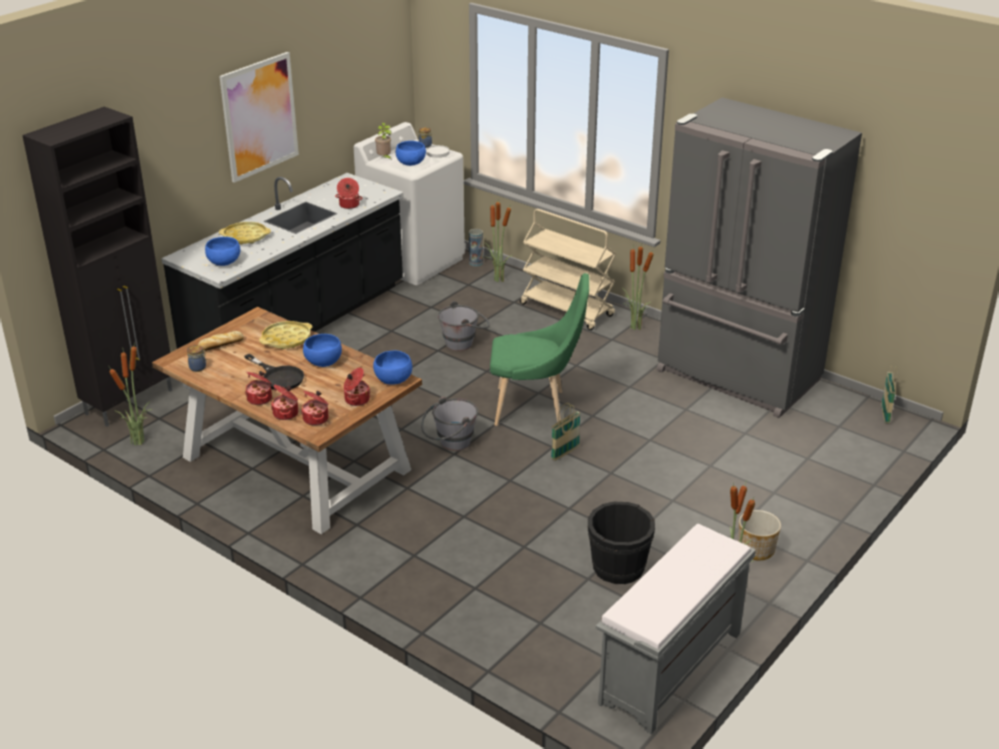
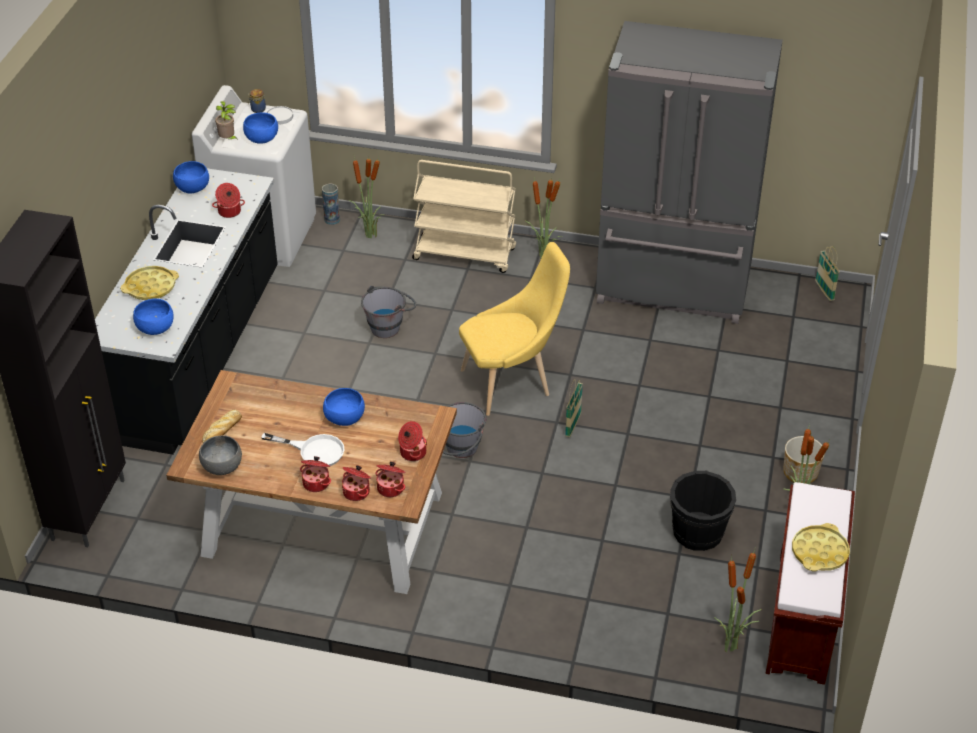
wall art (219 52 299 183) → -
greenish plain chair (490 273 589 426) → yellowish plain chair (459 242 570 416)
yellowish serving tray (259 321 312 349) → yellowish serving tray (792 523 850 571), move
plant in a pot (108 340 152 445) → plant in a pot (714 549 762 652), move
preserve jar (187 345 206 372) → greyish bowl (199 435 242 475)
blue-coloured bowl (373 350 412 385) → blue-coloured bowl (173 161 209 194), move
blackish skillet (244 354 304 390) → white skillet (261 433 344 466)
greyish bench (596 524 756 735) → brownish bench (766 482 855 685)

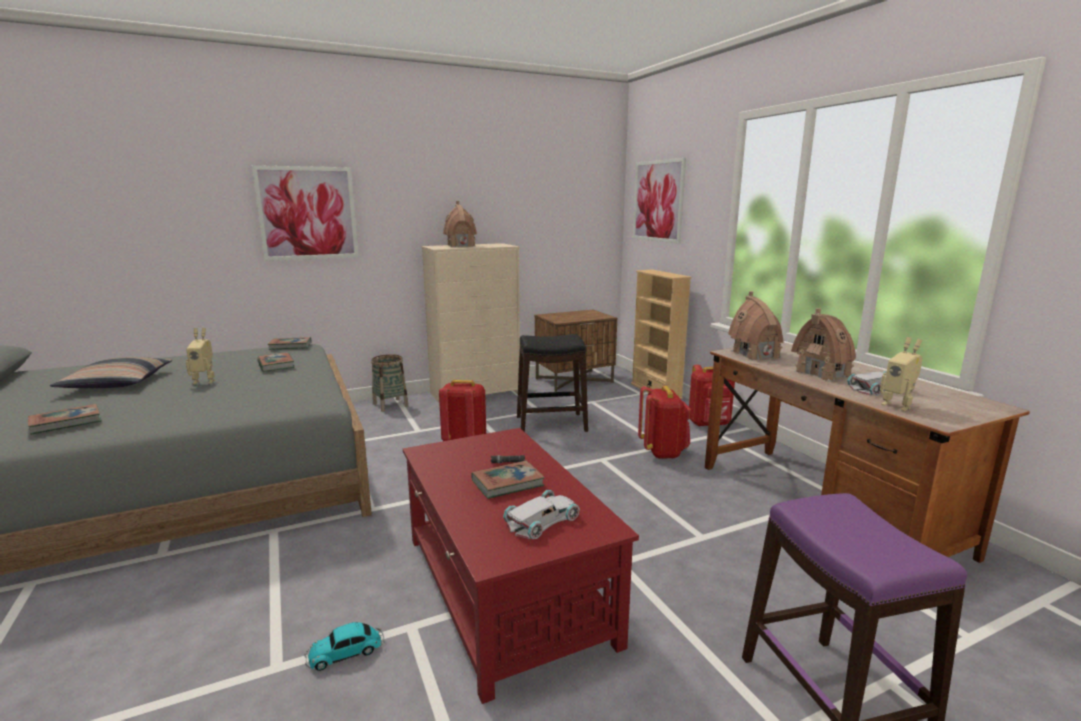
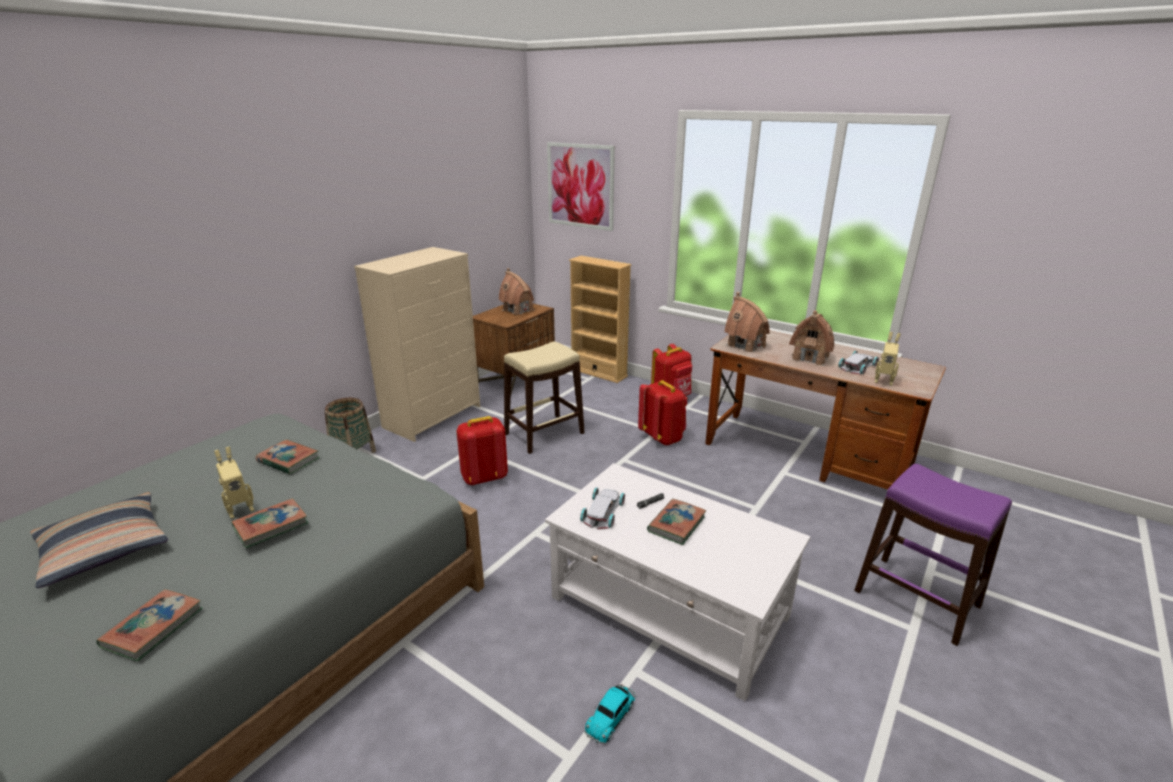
wall art (252 165 359 261) → -
model house (443 201 477 247) → model house (499 268 534 315), move
blackish stool (517 334 588 432) → beige stool (504 341 585 454)
book (268 337 311 350) → book (231 498 309 548), move
red coffee table (403 428 639 704) → white coffee table (545 463 811 701)
white miniature car (503 490 580 539) → white miniature car (580 487 625 529), move

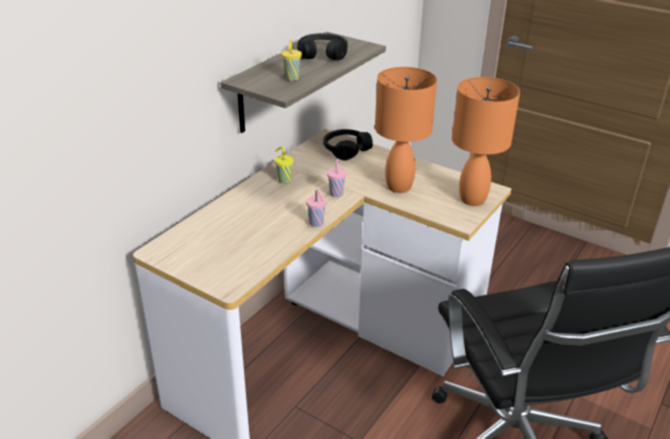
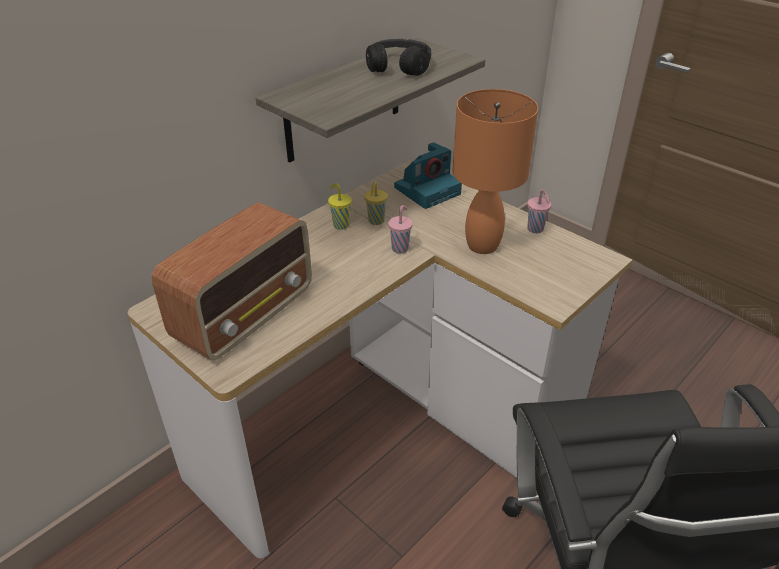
yellowish small cup (281 39 302 81) → yellowish small cup (364 182 388 225), move
orangey tabletop lamp (452 77 520 206) → -
blackish pair of headphones (323 129 373 160) → still camera (394 142 462 209)
pinkish small cup (306 189 327 227) → pinkish small cup (527 189 551 233), move
- → radio set (152 203 312 360)

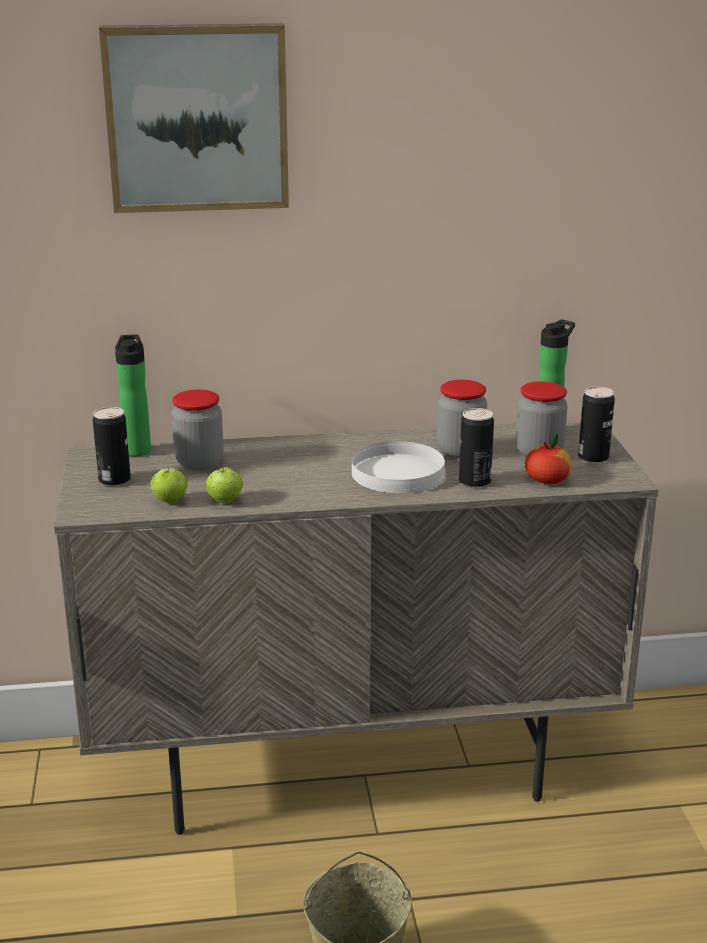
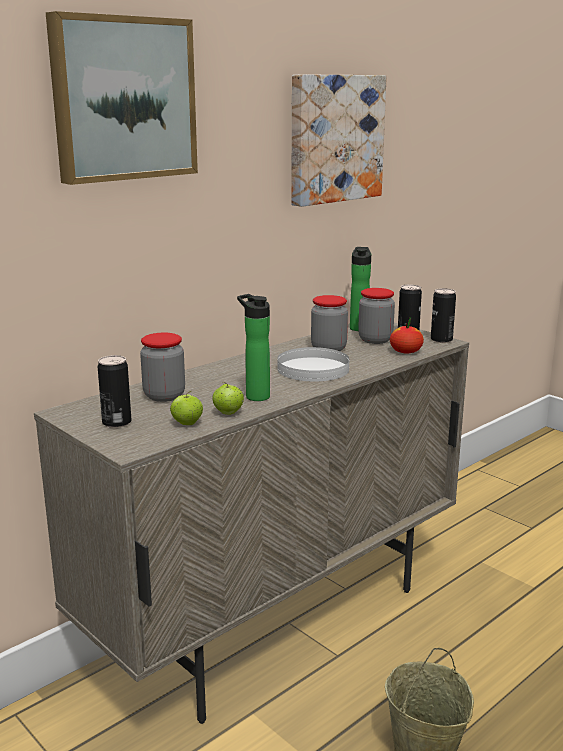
beverage bottle (115 334 151 456) → beverage bottle (237 294 270 401), move
metal can (459 408 494 488) → metal can (431 288 456 343), move
- → wall art (291 74 387 207)

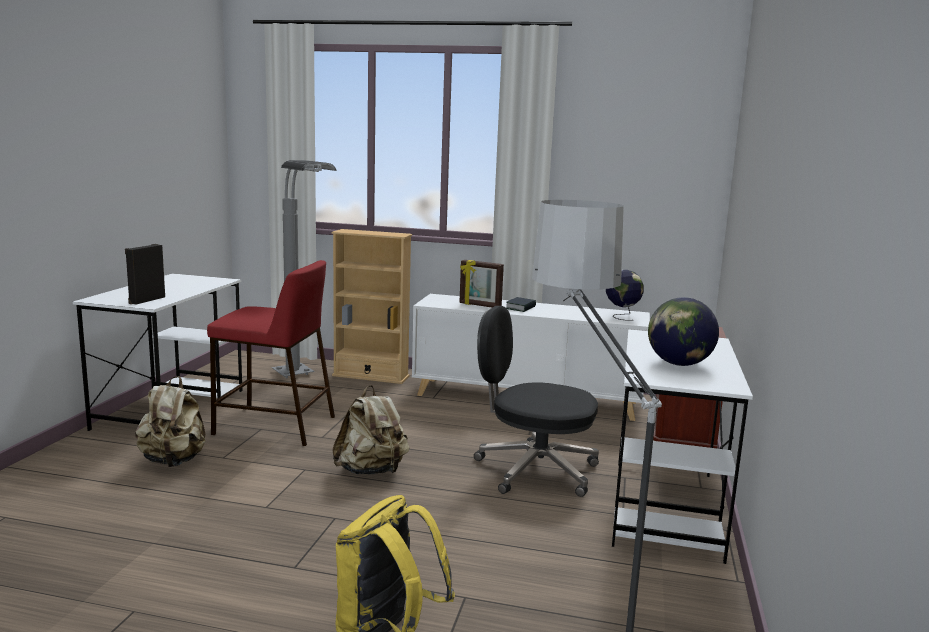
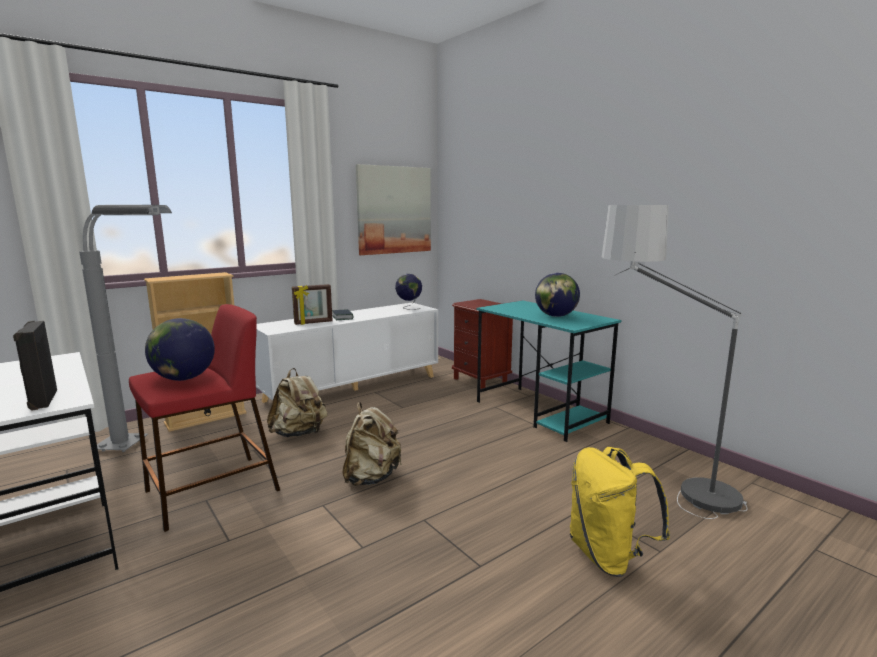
blackish office chair (474 306 599 497) → -
white desk table (612 329 753 564) → turquoise desk table (476 301 621 442)
beige rucksack (135 376 205 467) → beige rucksack (267 368 328 437), move
- → wall art (356 164 431 255)
- → globe (145 318 215 381)

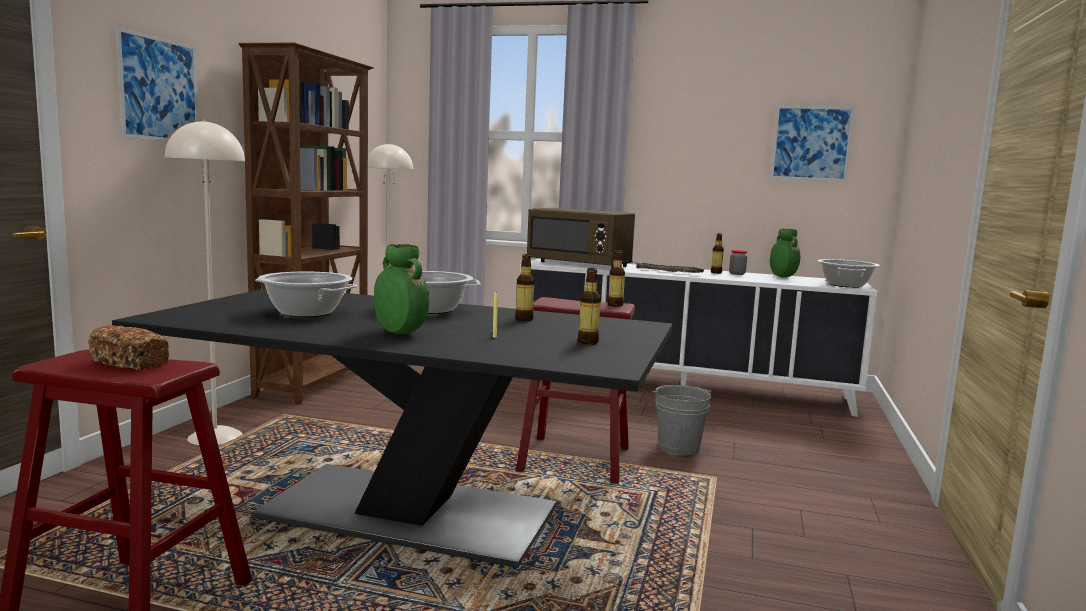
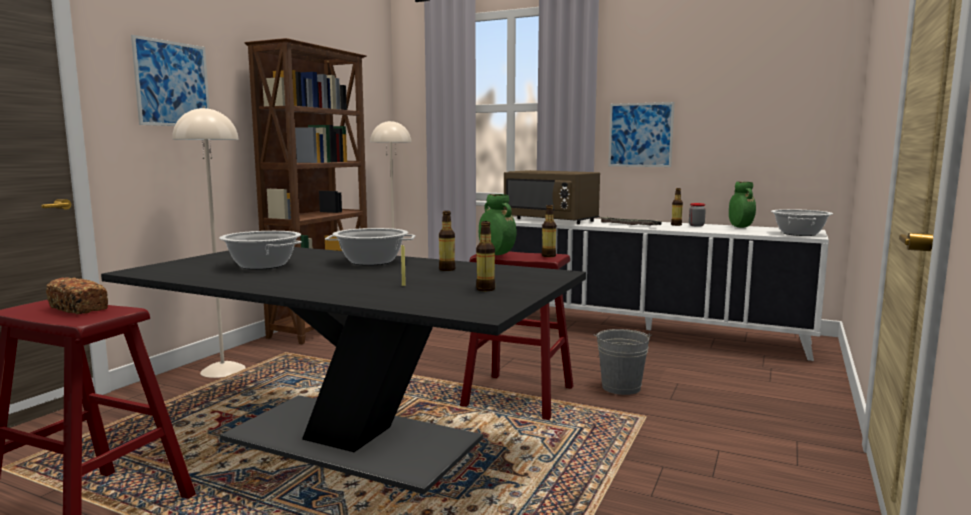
wall art (771 106 854 181) → wall art (608 102 674 167), move
greenish flower vase (374 244 429 334) → greenish flower vase (479 194 517 255), move

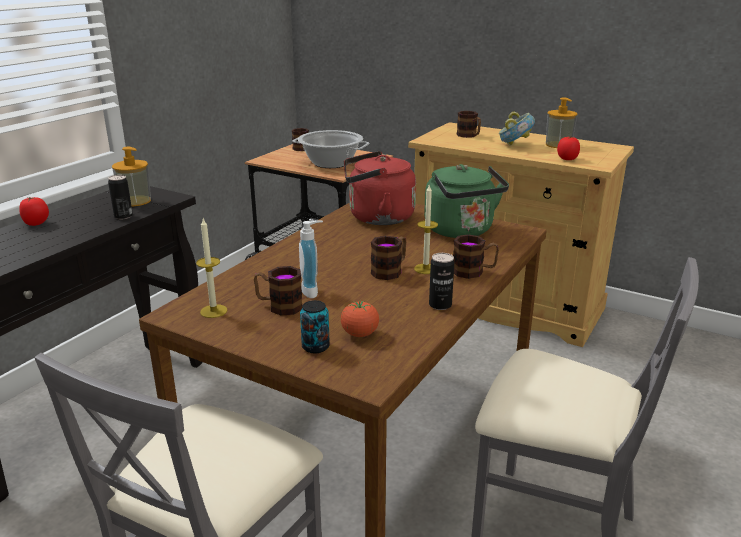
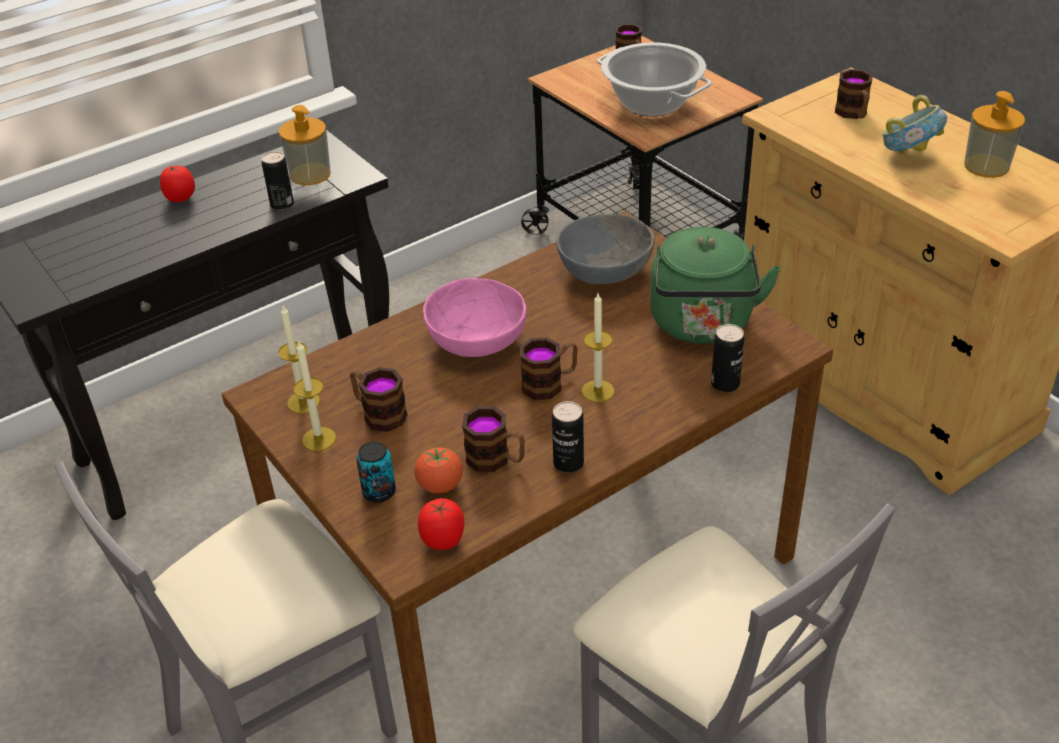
whole tomato (557 136 580 160) → whole tomato (418 498 464 550), move
red tea kettle (344 151 416 225) → greyish bowl (557 214 655 284)
soap dispenser (299 220 323 298) → -
tea mug (453 234 499 279) → tea mug (462 406 525 472), move
- → pinkish bowl (423 278 527 357)
- → metal can (711 324 745 392)
- → wax light (293 340 336 451)

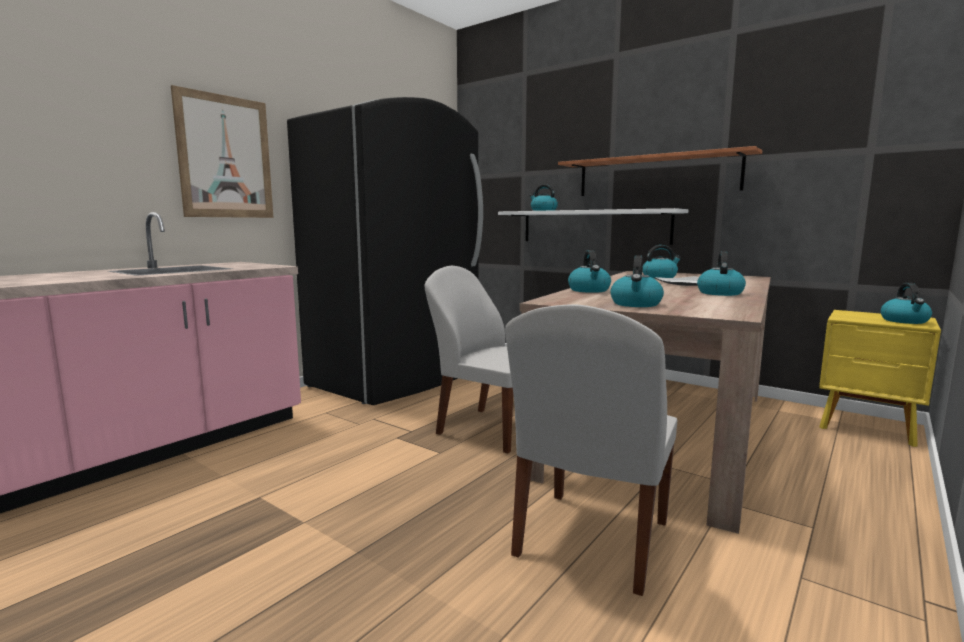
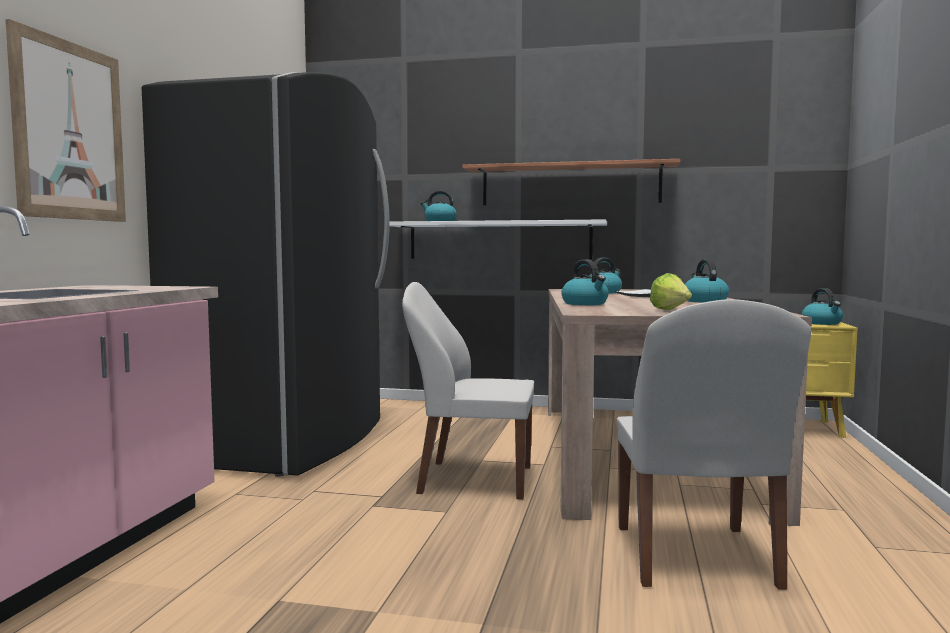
tea kettle (610 255 664 307) → lettuce head (650 273 692 310)

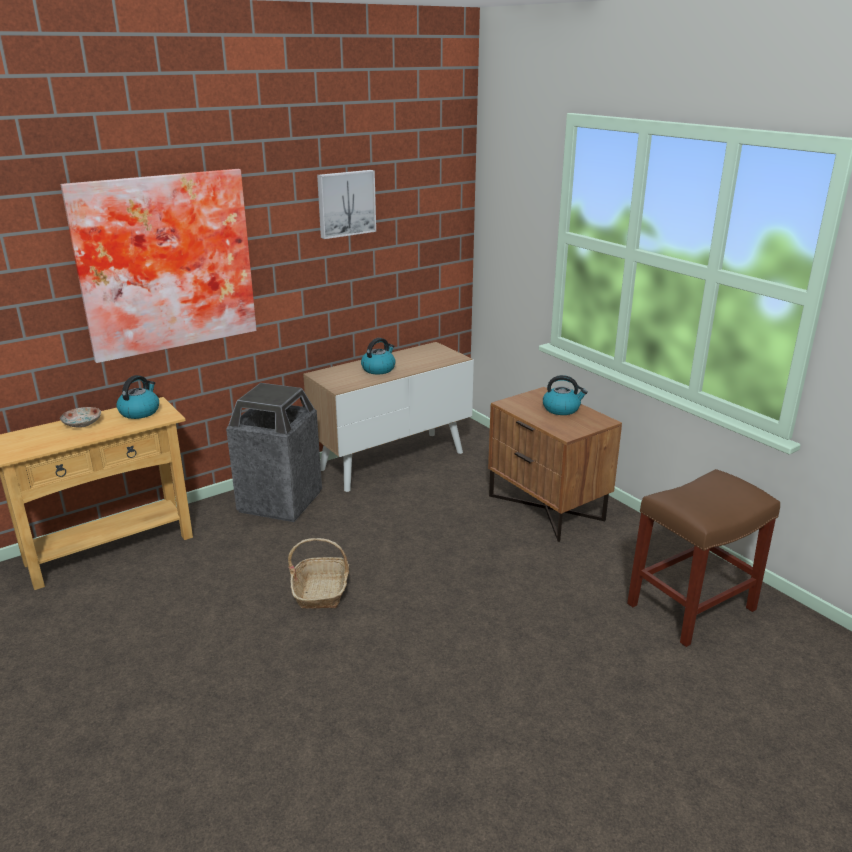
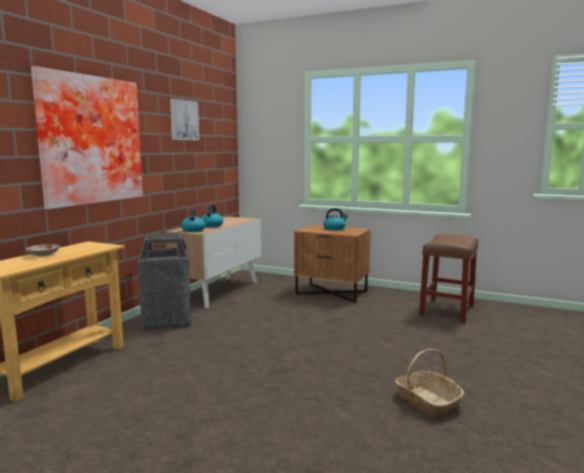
tea kettle (116 375 159 419) → tea kettle (181 208 206 232), move
basket (288 538 349 609) → basket (395 349 464 417), move

